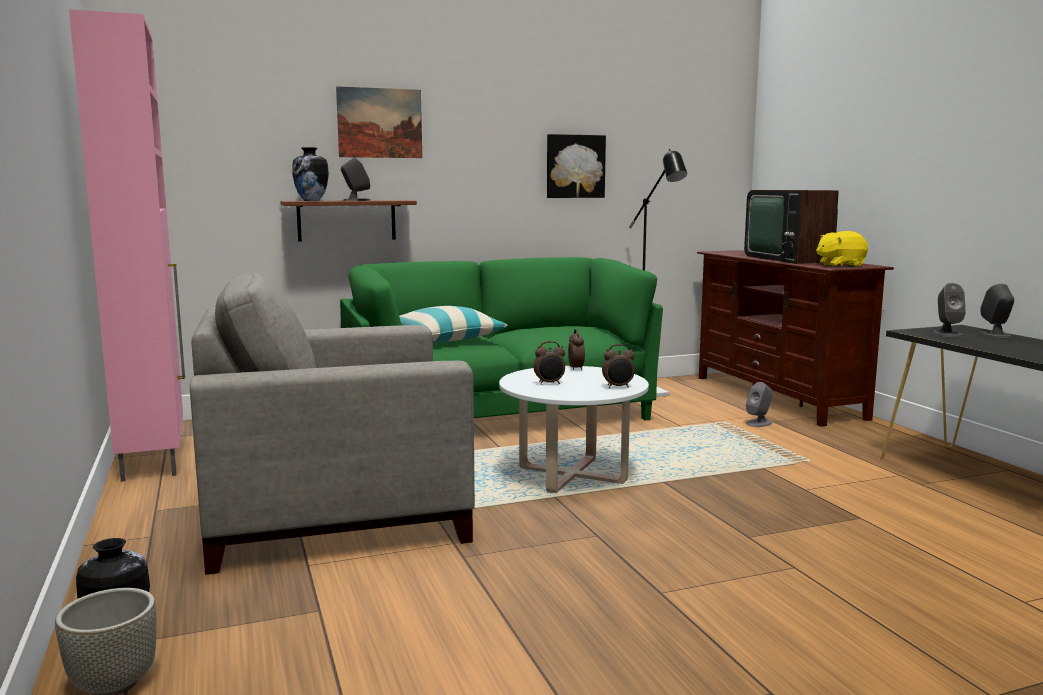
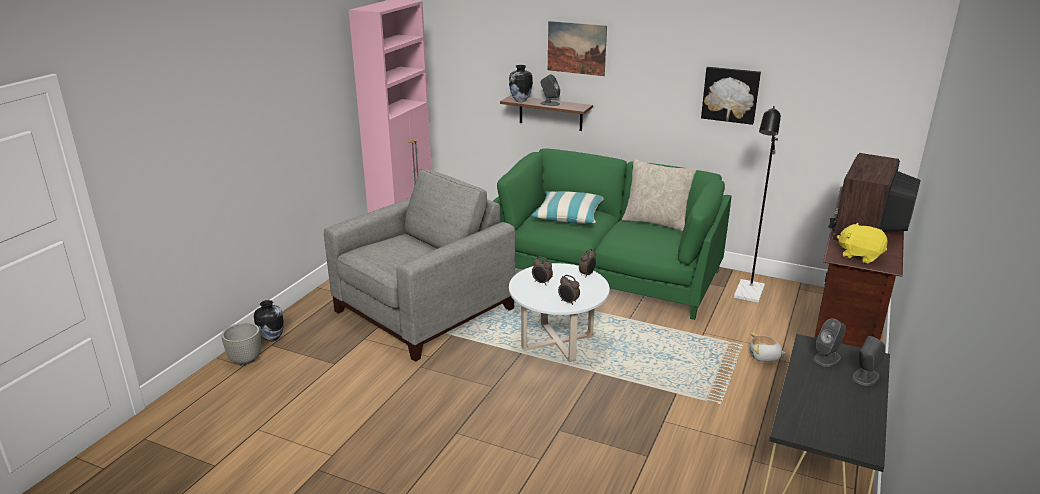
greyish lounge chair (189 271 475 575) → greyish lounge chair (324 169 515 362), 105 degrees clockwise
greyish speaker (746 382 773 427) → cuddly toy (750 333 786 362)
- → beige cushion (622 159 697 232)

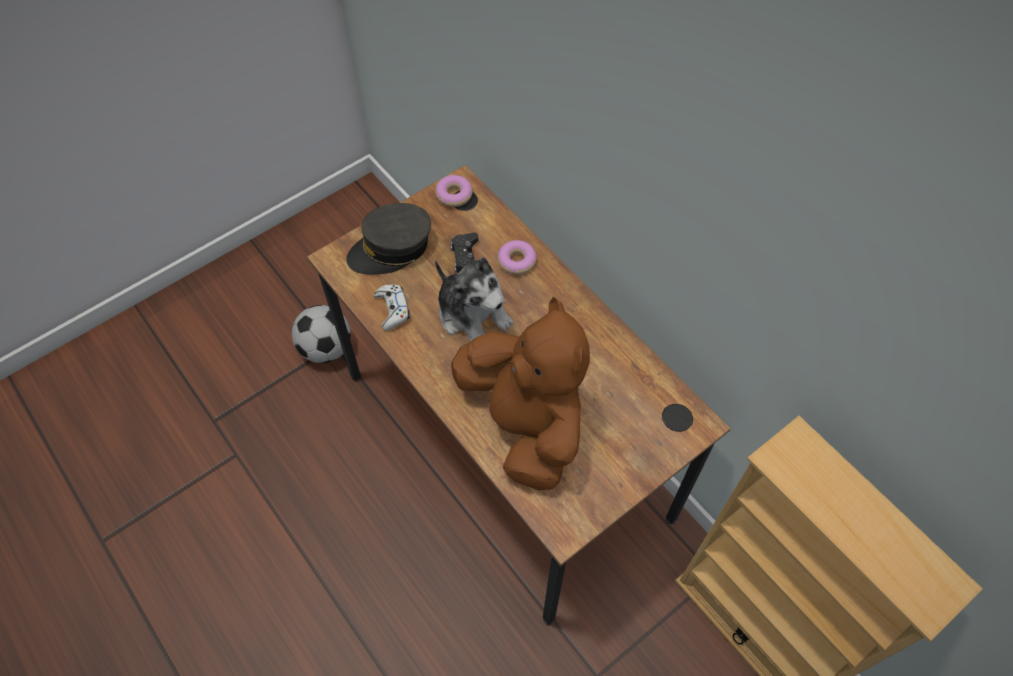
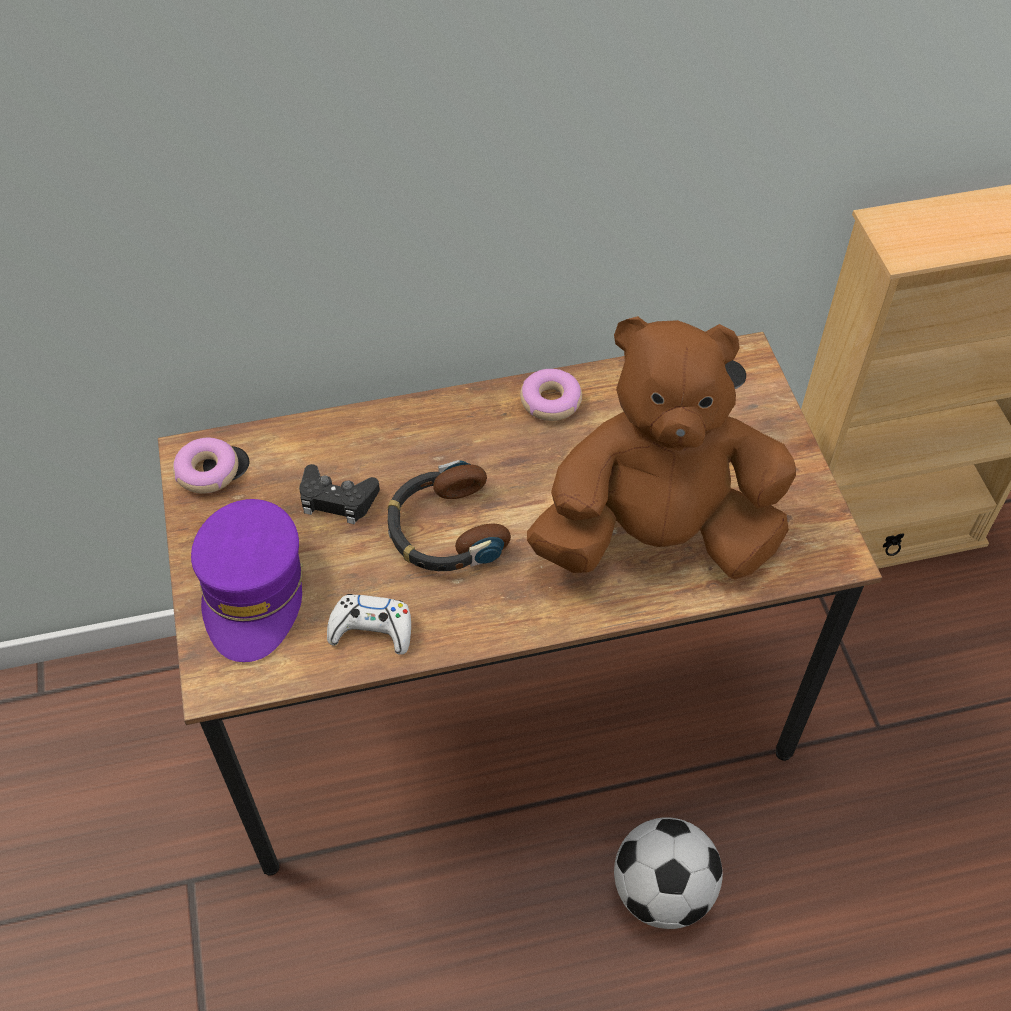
greyish cap (346 203 431 275) → purple cap (191 499 303 662)
doughnut (497 240 537 275) → doughnut (520 369 582 421), move
cuddly toy (435 257 514 341) → pair of headphones (388 460 511 571)
football (292 305 351 363) → football (614 817 723 929), move

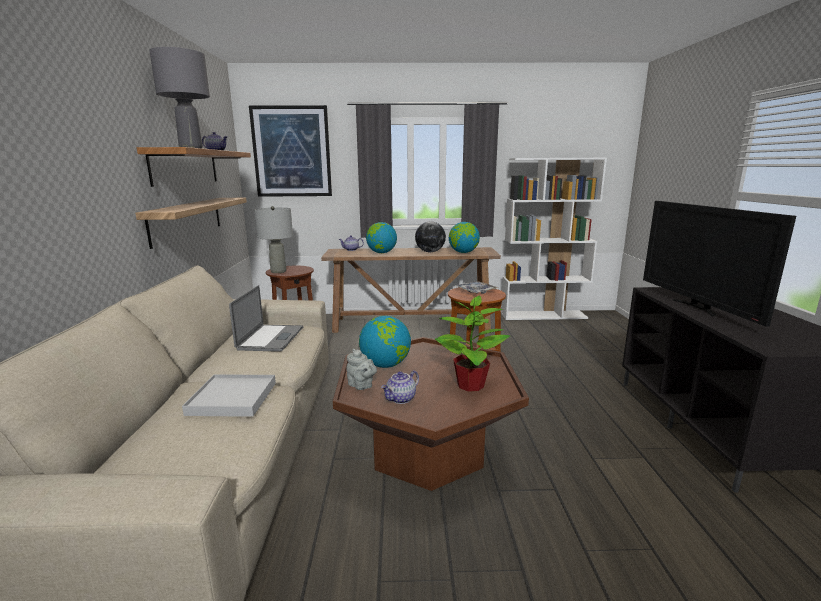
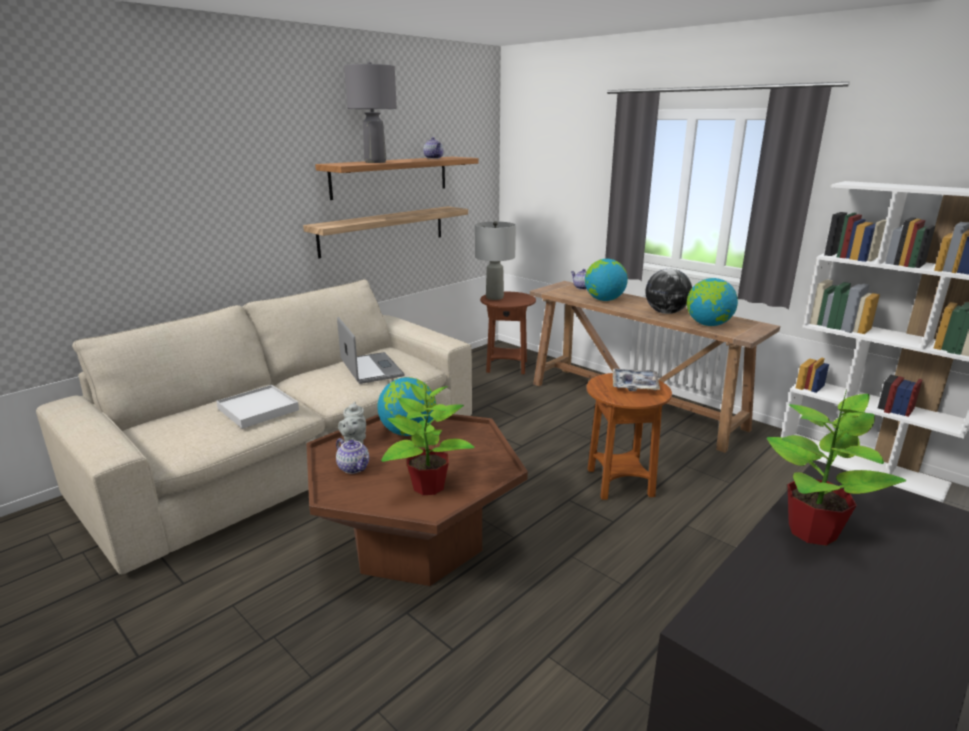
wall art (249 105 332 197) → -
TV set (643 201 796 327) → plant in a pot (767 389 906 546)
laptop (229 285 303 352) → laptop (337 317 404 384), 75 degrees counterclockwise
pot for tea (381 371 419 404) → pot for tea (336 438 369 474), 135 degrees counterclockwise

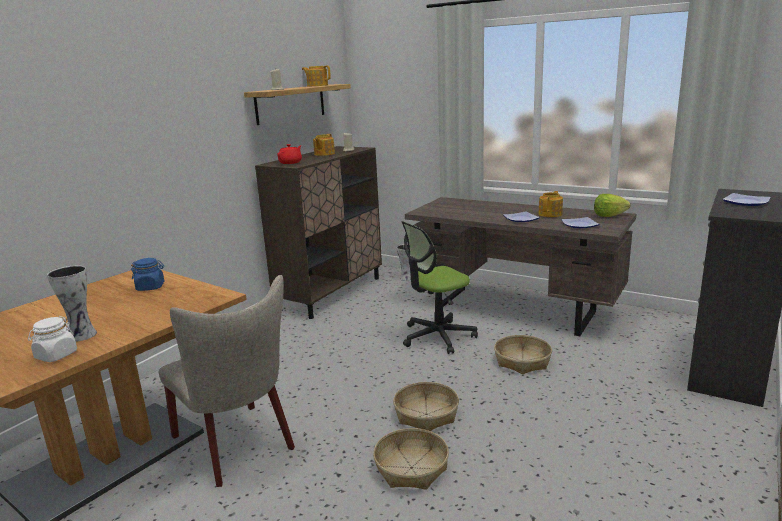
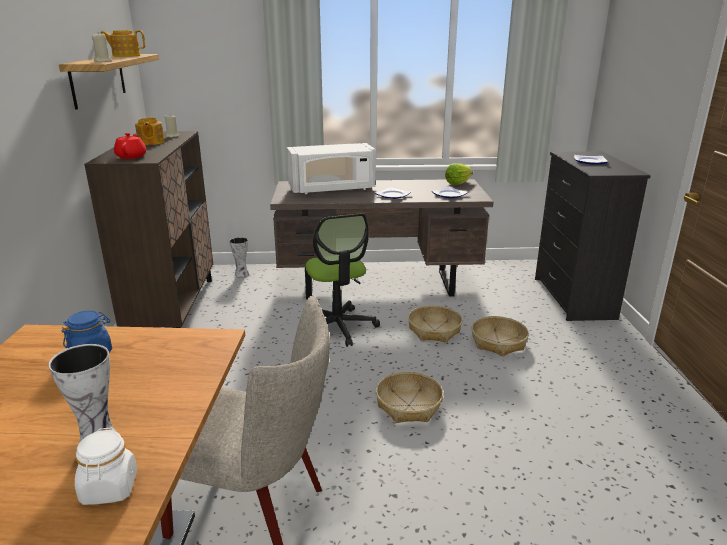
pot for tea (538 191 563 217) → -
office chair (401 221 478 354) → office chair (305 214 380 347), 45 degrees counterclockwise
basket (373 428 449 490) → basket (471 316 529 356), move
- → white microwave oven (287 143 376 194)

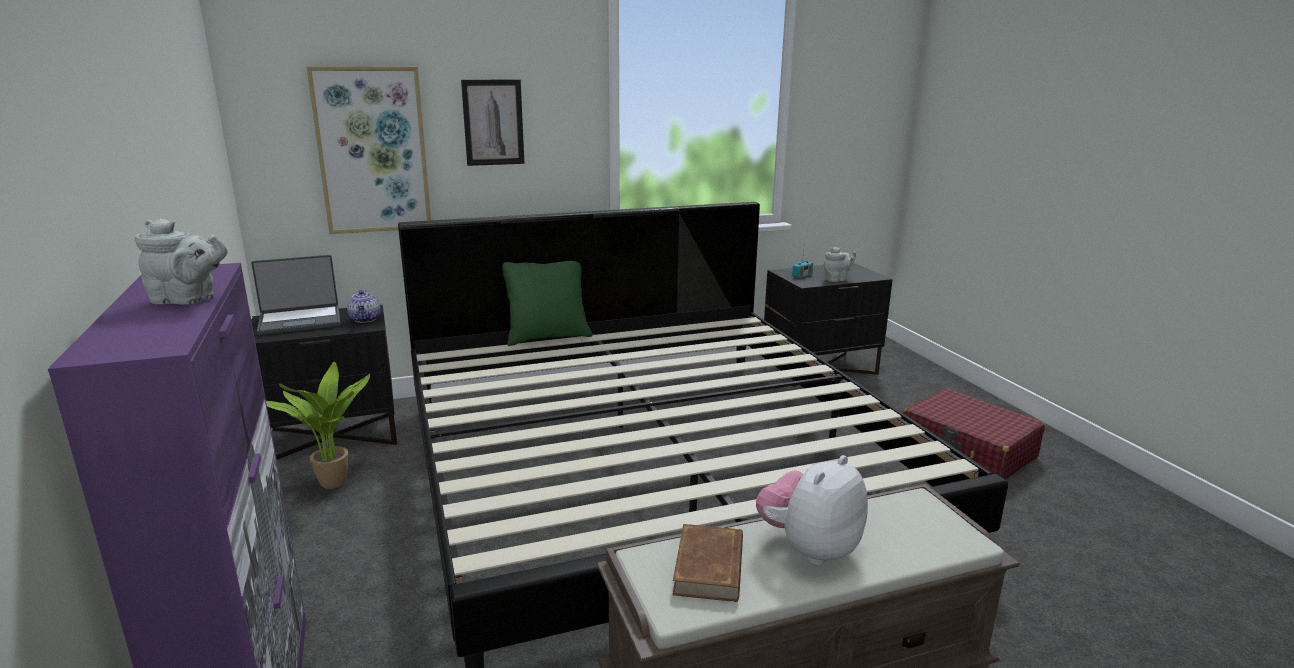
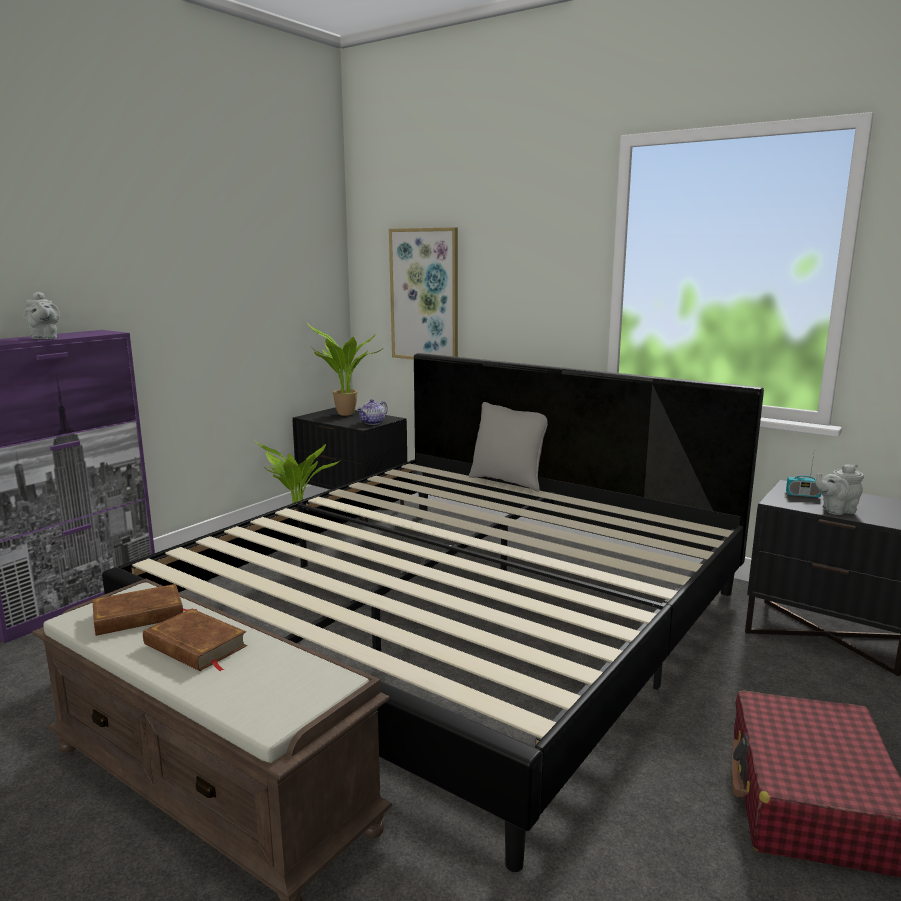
wall art (461 80 525 166) → -
greyish pot for tea (824 247 856 282) → greyish pot for tea (816 464 864 515), 135 degrees clockwise
laptop (251 255 340 335) → plant in a pot (307 323 383 416)
greenish cushion (502 261 592 346) → greyish cushion (469 402 548 492)
cuddly toy (756 455 868 565) → brownish book (143 609 247 671)

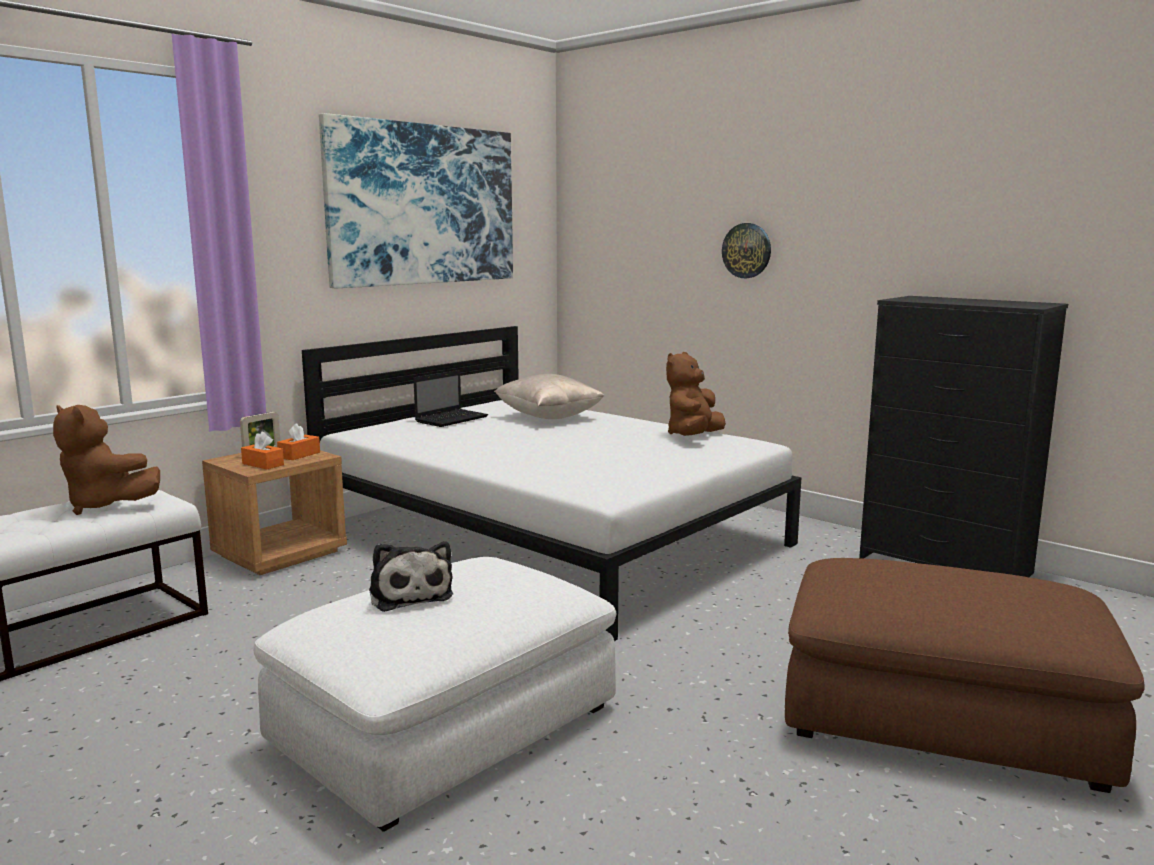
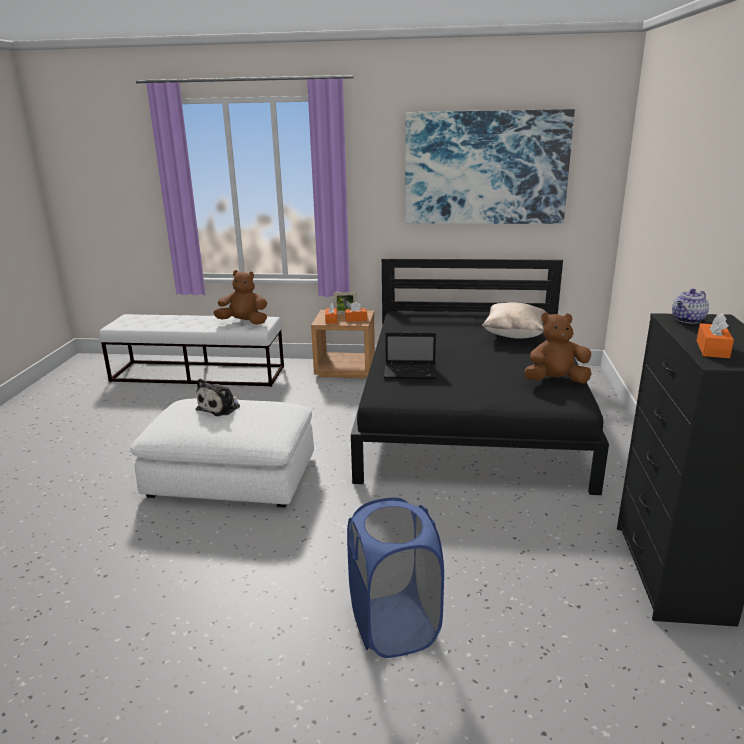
hanging clock (722 223 771 278) → -
white bed (302 326 801 641) → blackish bed (351 258 609 495)
laptop (413 370 488 427) → laptop (384 332 436 379), move
brownish cuddly toy (53 405 160 515) → brownish cuddly toy (213 270 267 325), 105 degrees clockwise
brownish footrest (785 558 1144 793) → blue-coloured laundry basket (347 497 444 658)
- → pot for tea (672 289 709 324)
- → orangey box of tissues (697 313 734 358)

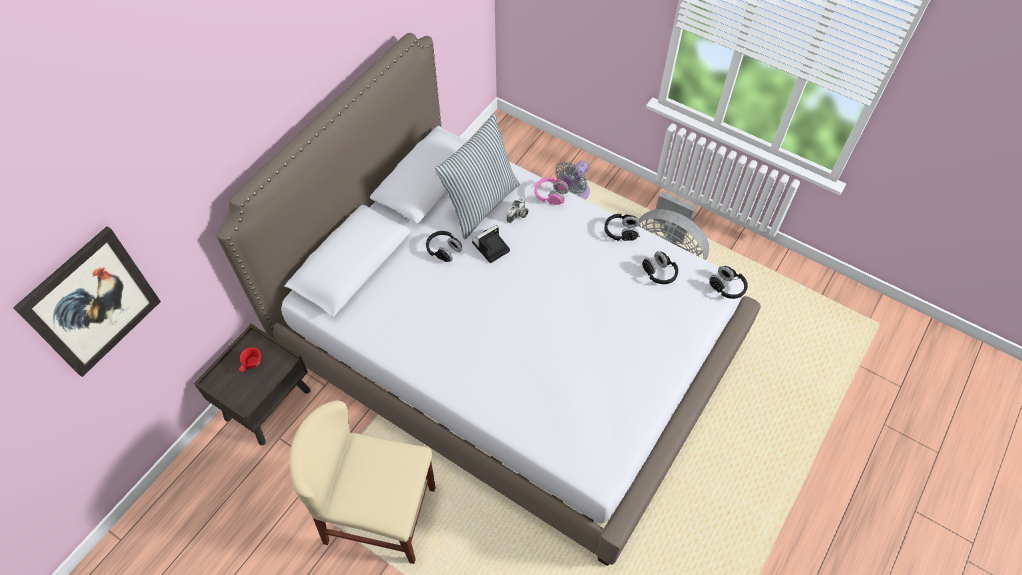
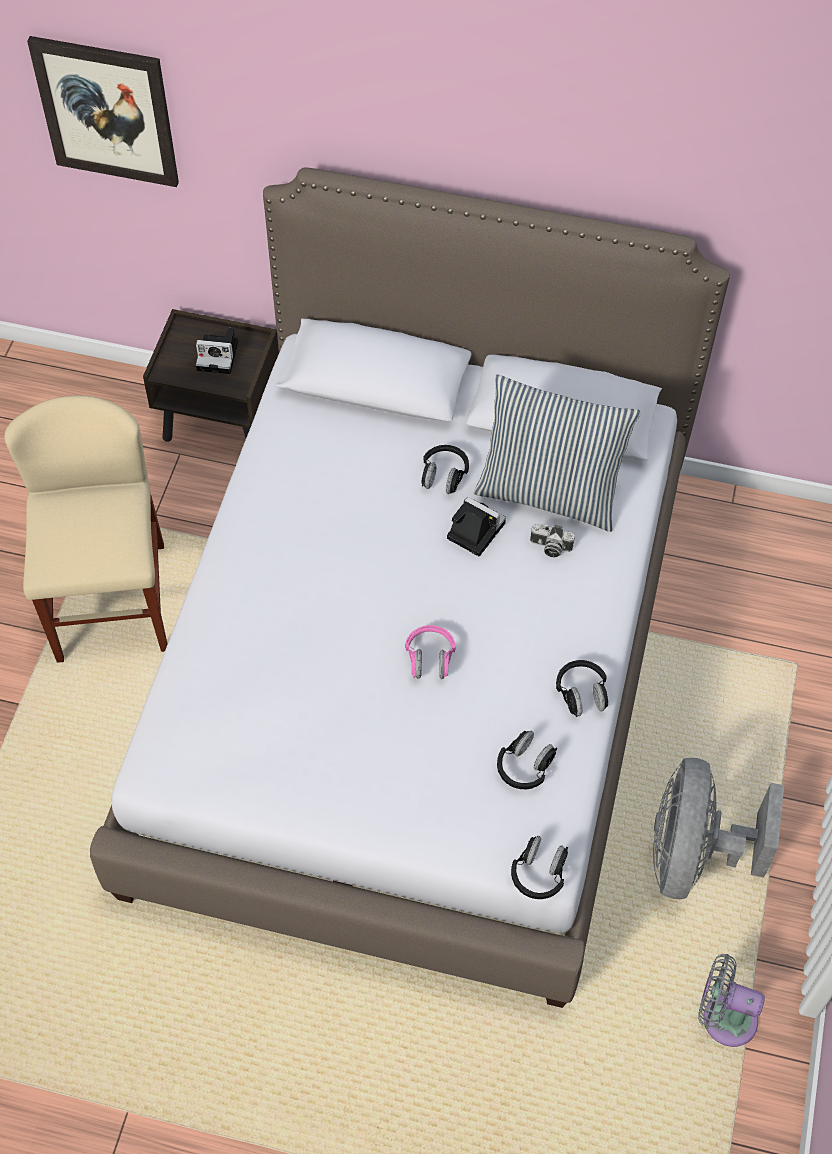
greyish electric fan (555 161 590 199) → greyish electric fan (698 954 765 1047), move
pinkish pair of headphones (534 177 569 205) → pinkish pair of headphones (405 625 456 679), move
red small cup (239 347 261 372) → still camera (196 328 238 374)

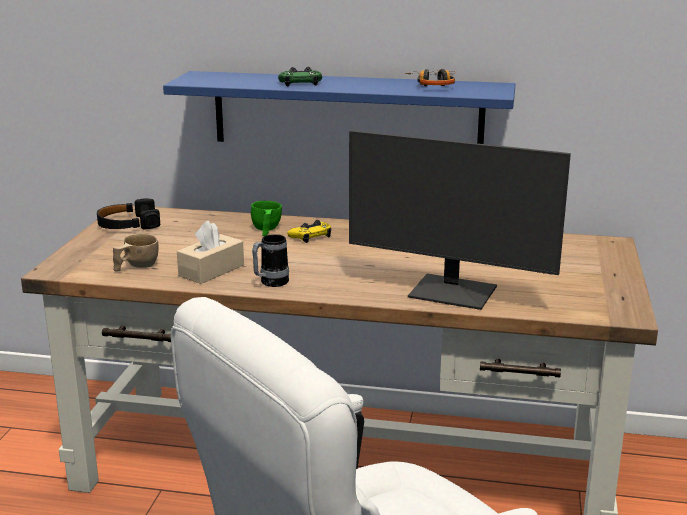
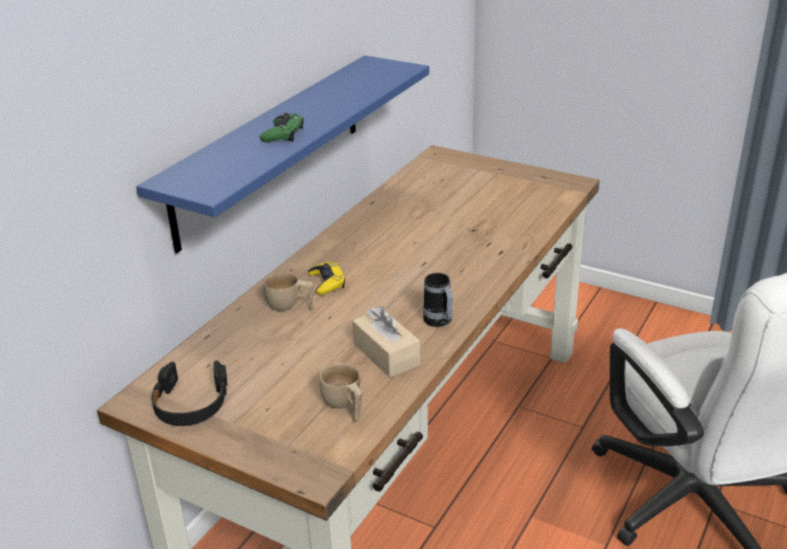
pair of headphones (405 69 456 86) → -
computer screen (349 130 571 310) → -
greenish small cup (251 201 282 236) → beige small cup (263 273 314 311)

